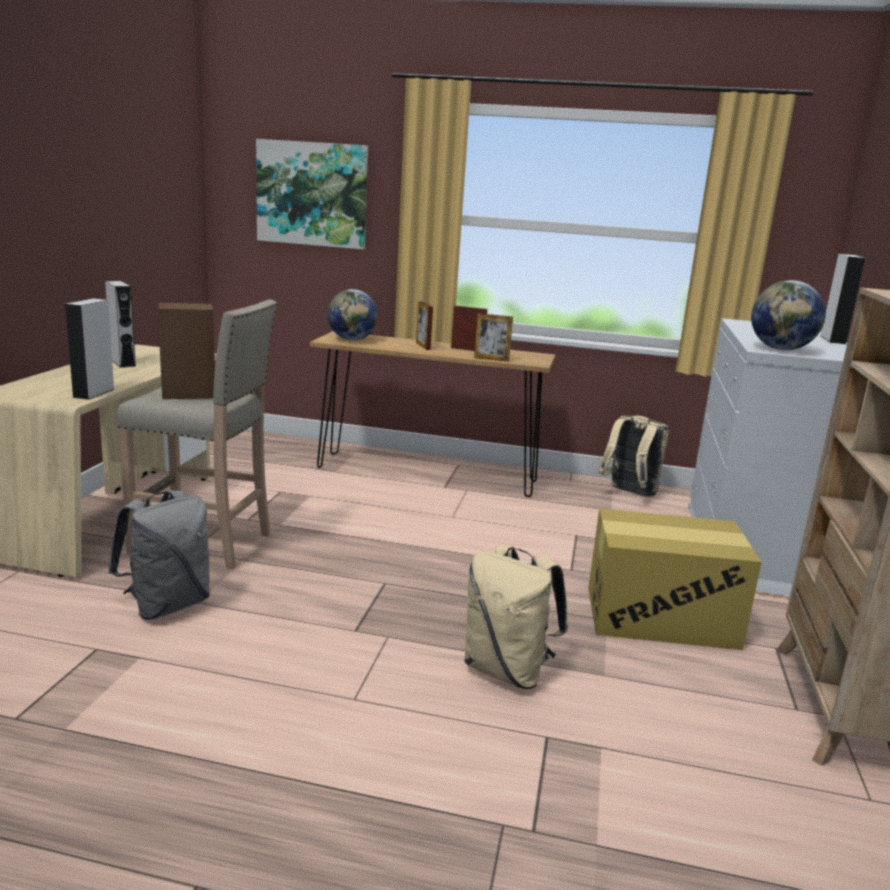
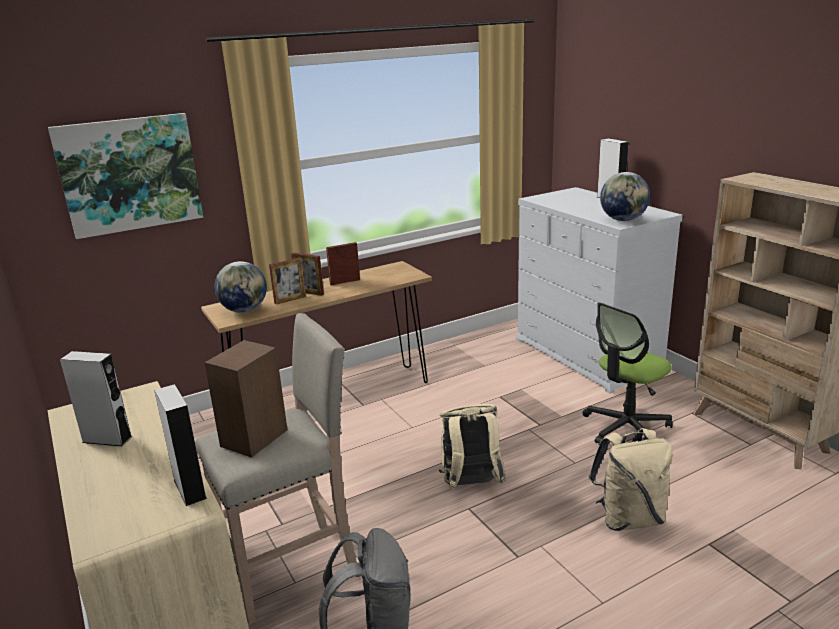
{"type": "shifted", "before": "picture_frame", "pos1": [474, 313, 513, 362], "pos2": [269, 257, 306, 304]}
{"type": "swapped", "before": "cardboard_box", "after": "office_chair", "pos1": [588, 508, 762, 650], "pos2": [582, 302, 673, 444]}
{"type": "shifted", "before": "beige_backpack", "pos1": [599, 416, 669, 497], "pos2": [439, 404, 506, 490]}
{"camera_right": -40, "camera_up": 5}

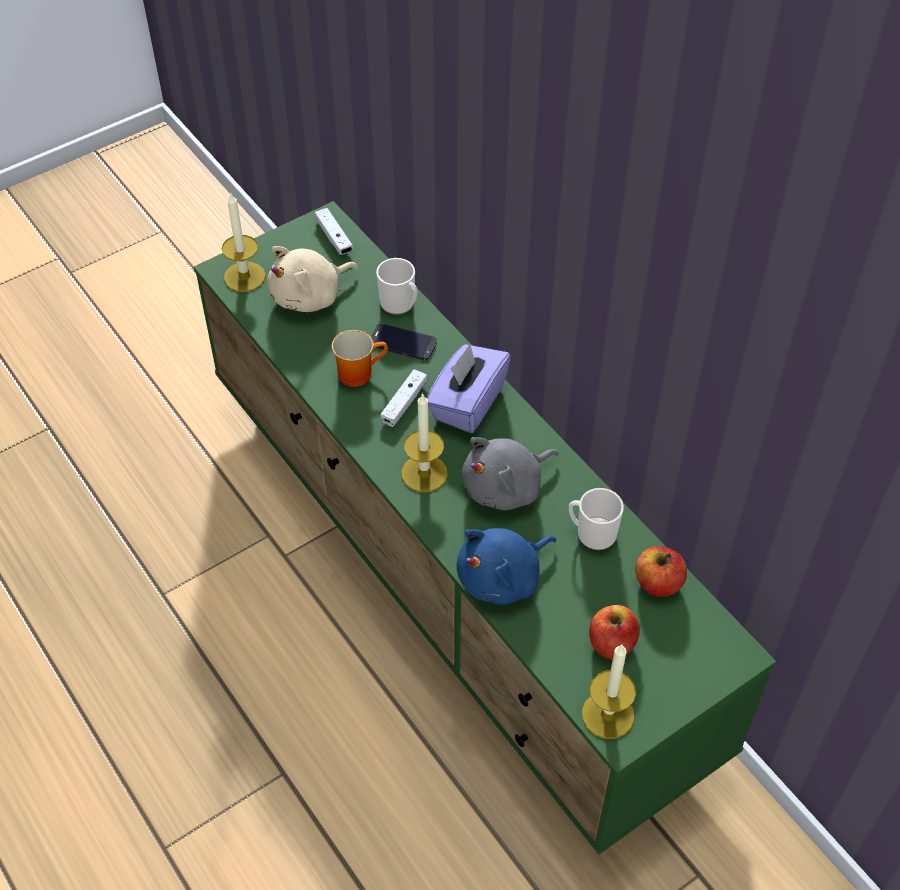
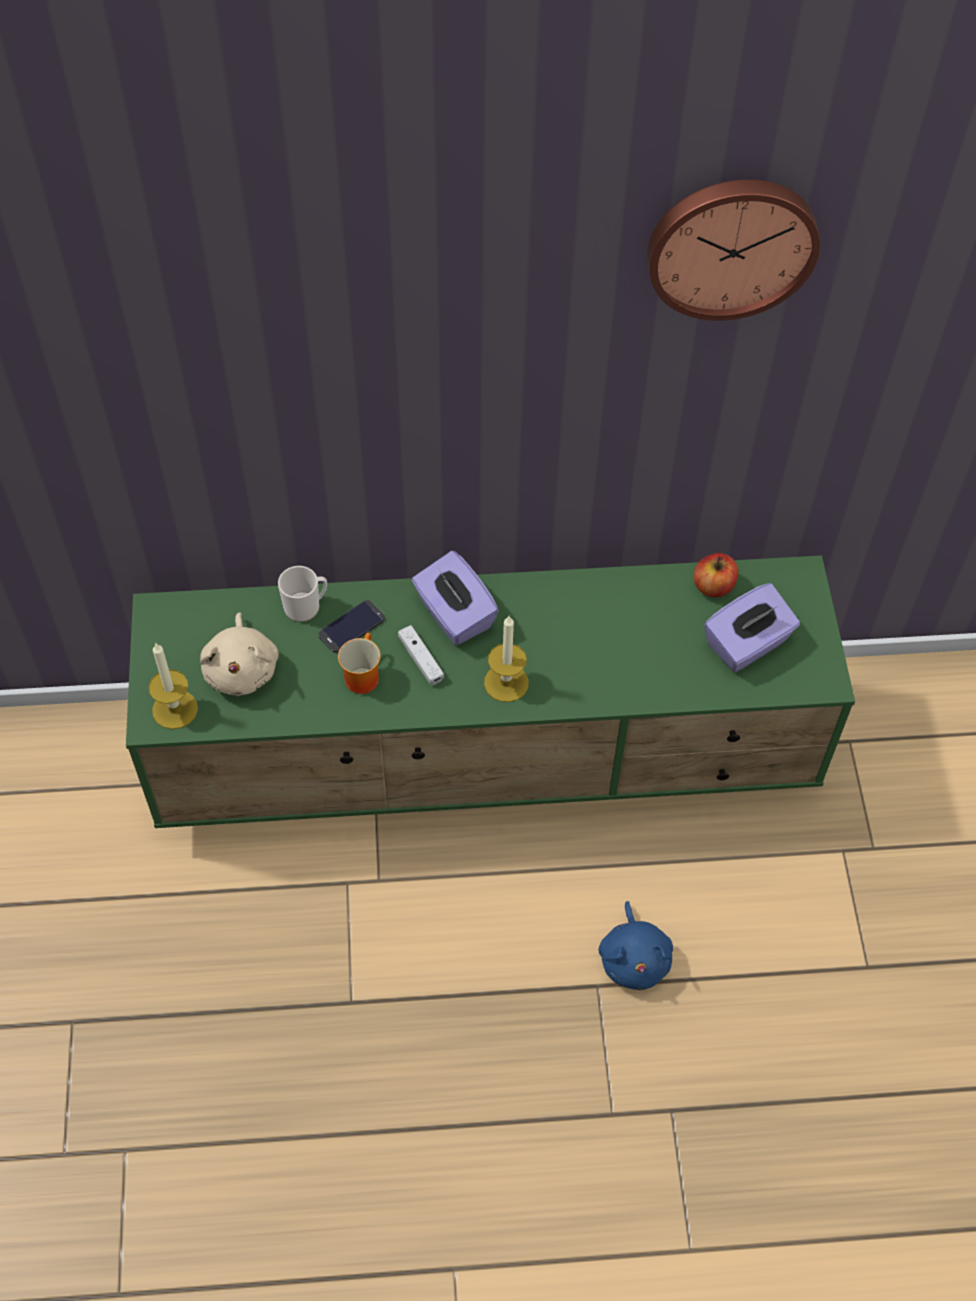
{"type": "gone", "before": "white_game_controller", "pos1": [315, 208, 353, 255]}
{"type": "shifted", "before": "blue_plush_toy", "pos1": [457, 528, 557, 605], "pos2": [598, 901, 673, 990]}
{"type": "gone", "before": "grey_plush_toy", "pos1": [462, 437, 559, 510]}
{"type": "gone", "before": "mug", "pos1": [569, 488, 624, 550]}
{"type": "gone", "before": "candle", "pos1": [582, 645, 636, 739]}
{"type": "swapped", "before": "apple", "after": "purple_tissue_box", "pos1": [589, 605, 640, 659], "pos2": [704, 583, 800, 672]}
{"type": "new", "after": "wall_clock", "pos2": [647, 179, 820, 321]}
{"camera_right": -60, "camera_up": 5}

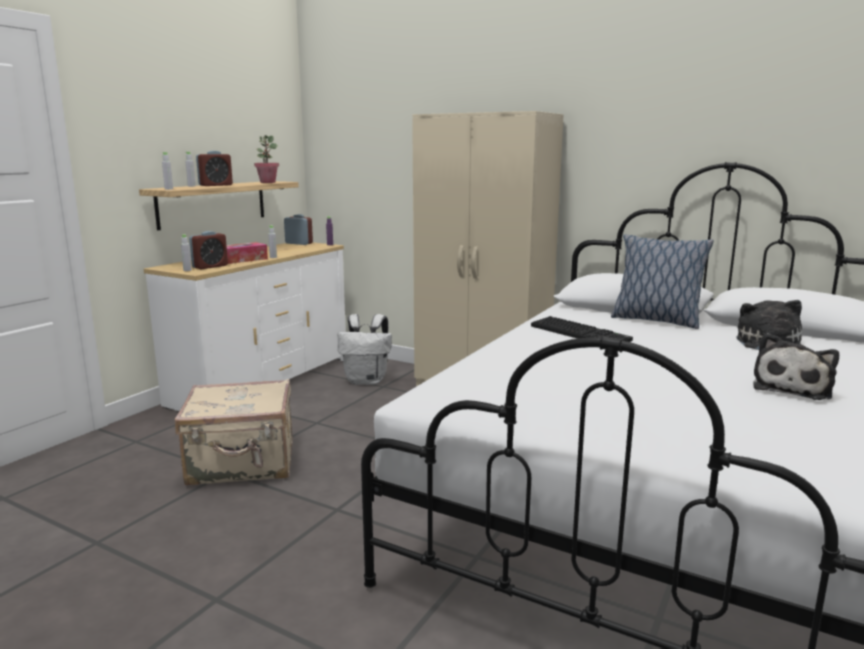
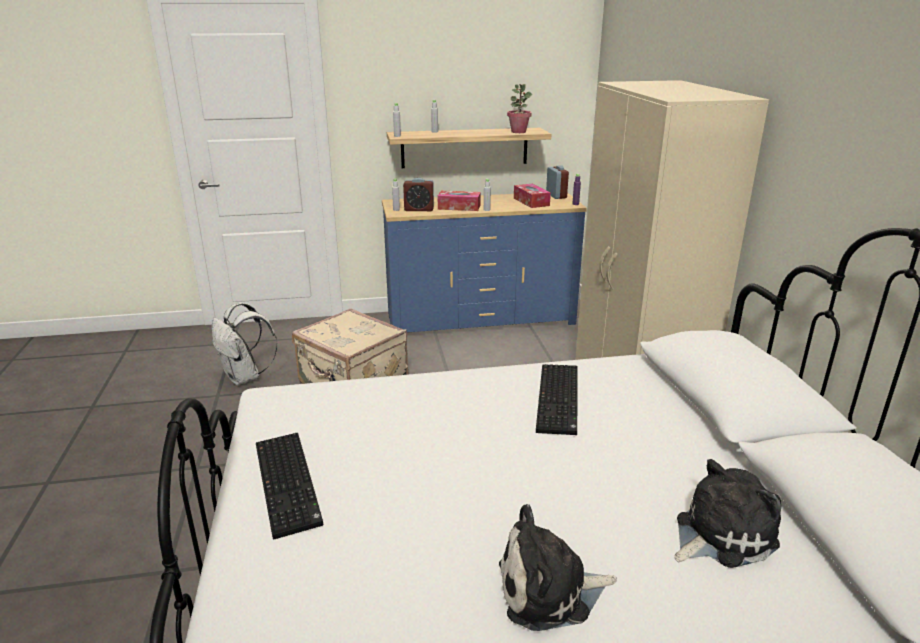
{"type": "repainted", "before": "white_dresser", "after": "blue_dresser", "pos1": [144, 243, 346, 411], "pos2": [382, 192, 587, 332]}
{"type": "gone", "before": "alarm_clock", "pos1": [196, 151, 233, 186]}
{"type": "shifted", "before": "white_backpack", "pos1": [338, 314, 392, 385], "pos2": [212, 303, 278, 385]}
{"type": "gone", "before": "pillow", "pos1": [611, 234, 713, 329]}
{"type": "new", "after": "keyboard", "pos2": [256, 433, 324, 539]}
{"type": "new", "after": "tissue_box", "pos2": [514, 184, 551, 208]}
{"camera_right": 50, "camera_up": 10}

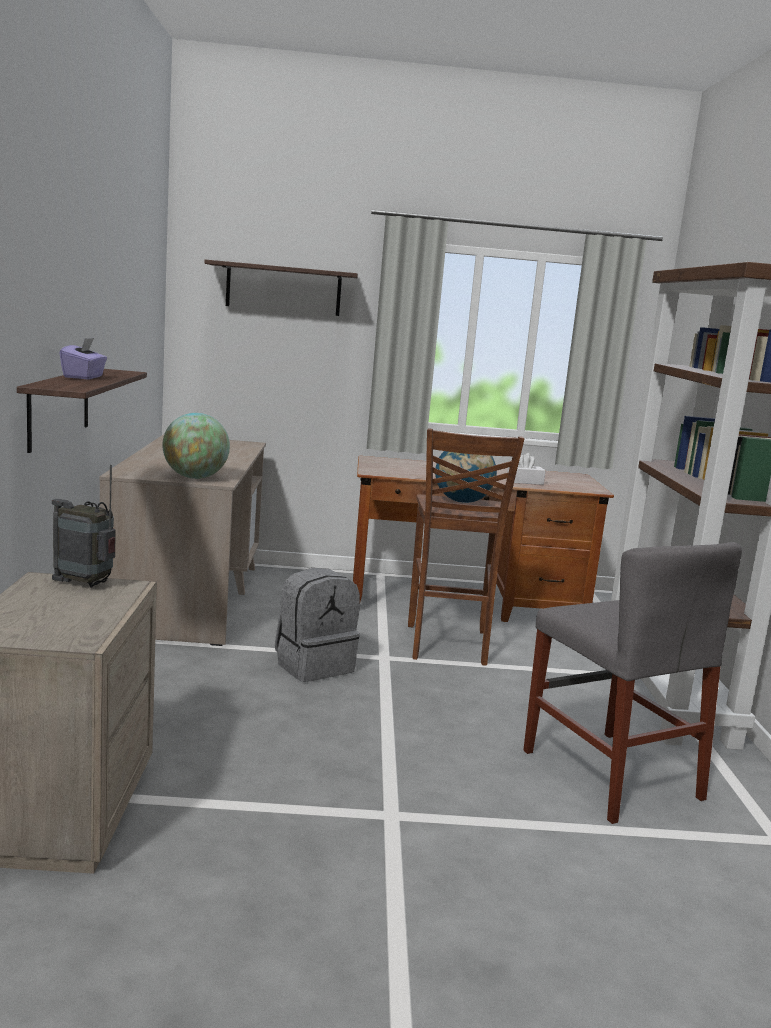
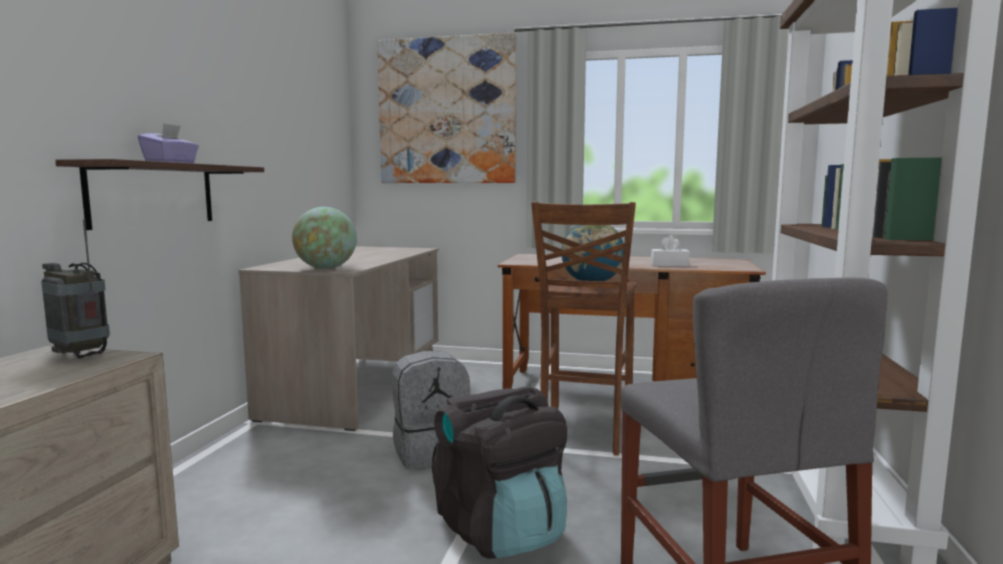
{"type": "swapped", "before": "shelf", "after": "picture", "pos1": [204, 260, 358, 316], "pos2": [377, 33, 516, 183]}
{"type": "new", "after": "black_backpack", "pos2": [432, 387, 567, 558]}
{"camera_right": 15, "camera_up": -5}

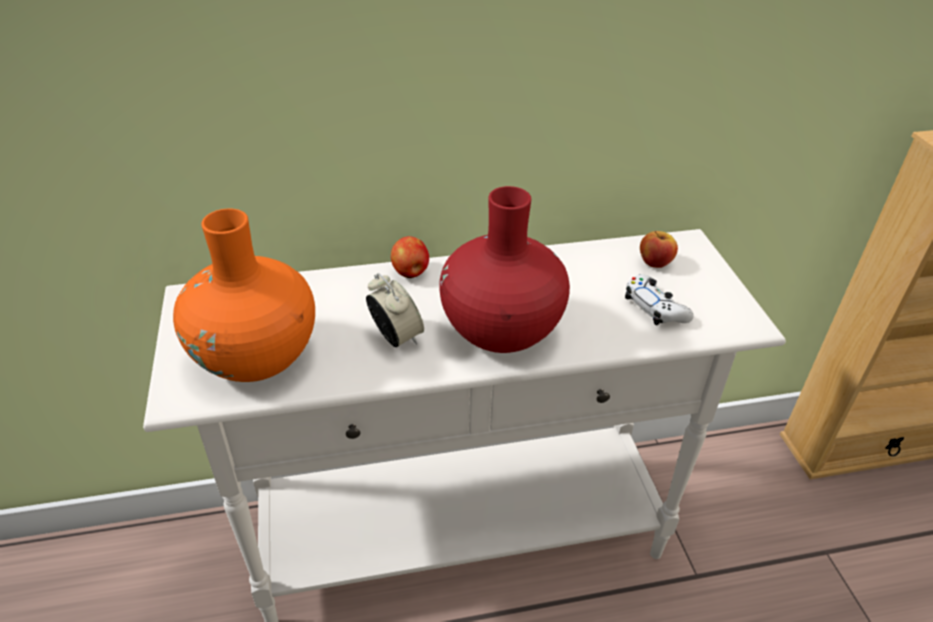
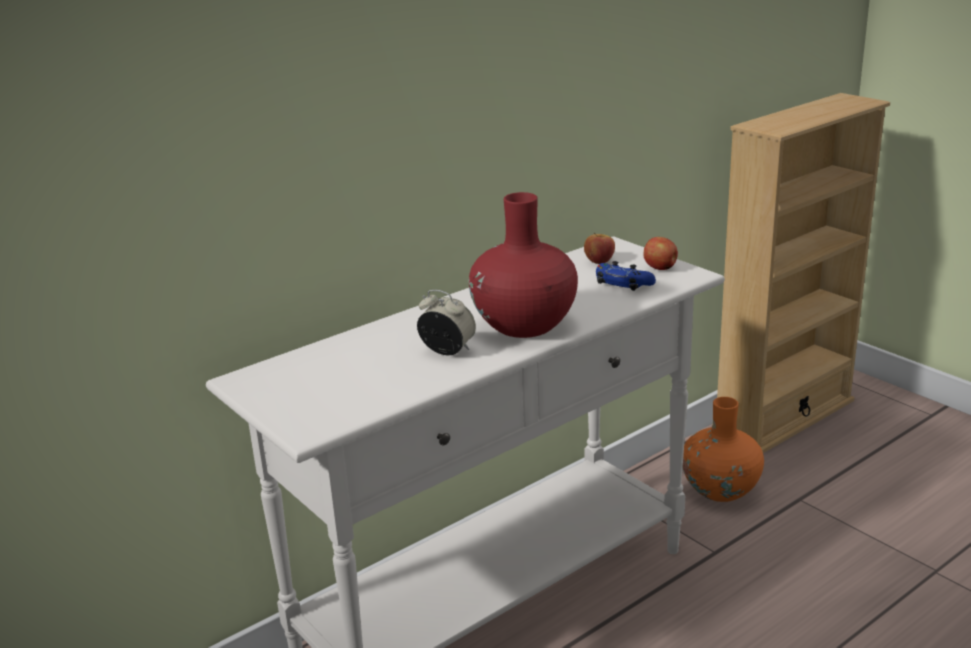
{"type": "shifted", "before": "orange_vase", "pos1": [173, 209, 315, 382], "pos2": [682, 397, 764, 502]}
{"type": "shifted", "before": "apple", "pos1": [391, 236, 429, 278], "pos2": [643, 237, 678, 270]}
{"type": "repainted", "before": "white_game_controller", "after": "blue_game_controller", "pos1": [625, 274, 694, 325], "pos2": [596, 261, 656, 291]}
{"camera_right": -25, "camera_up": -15}

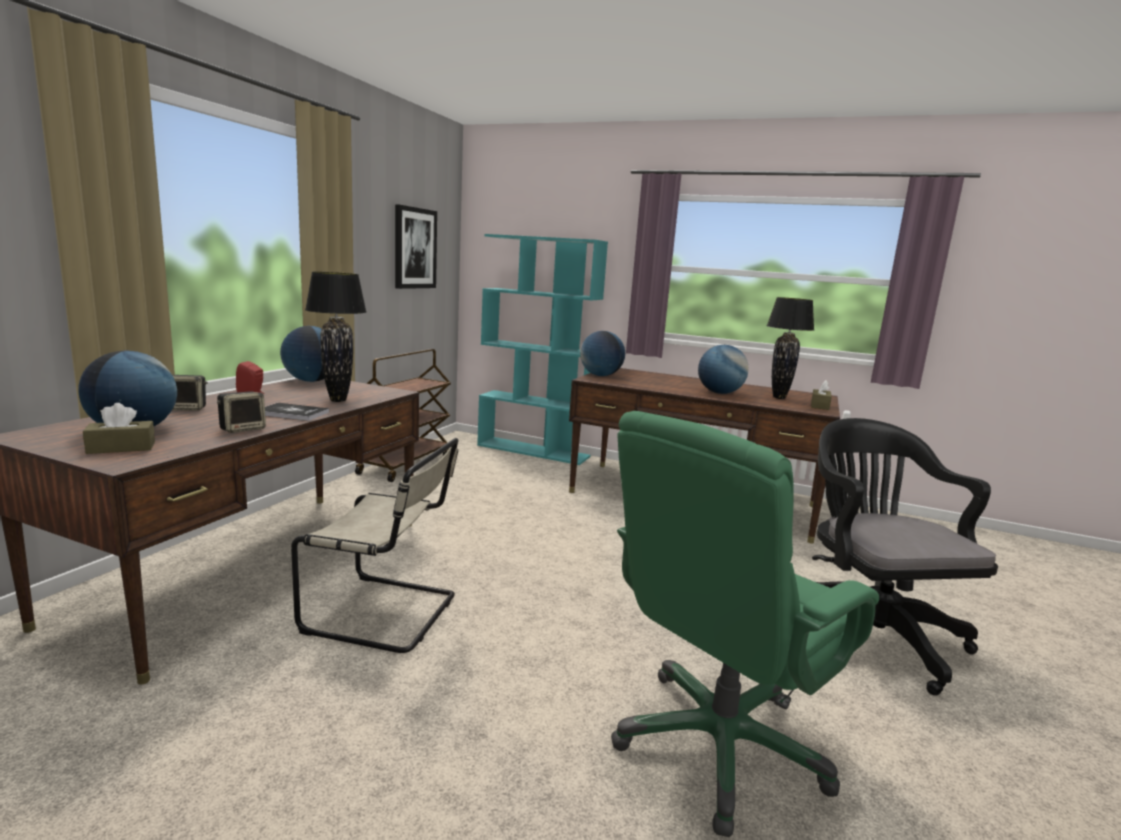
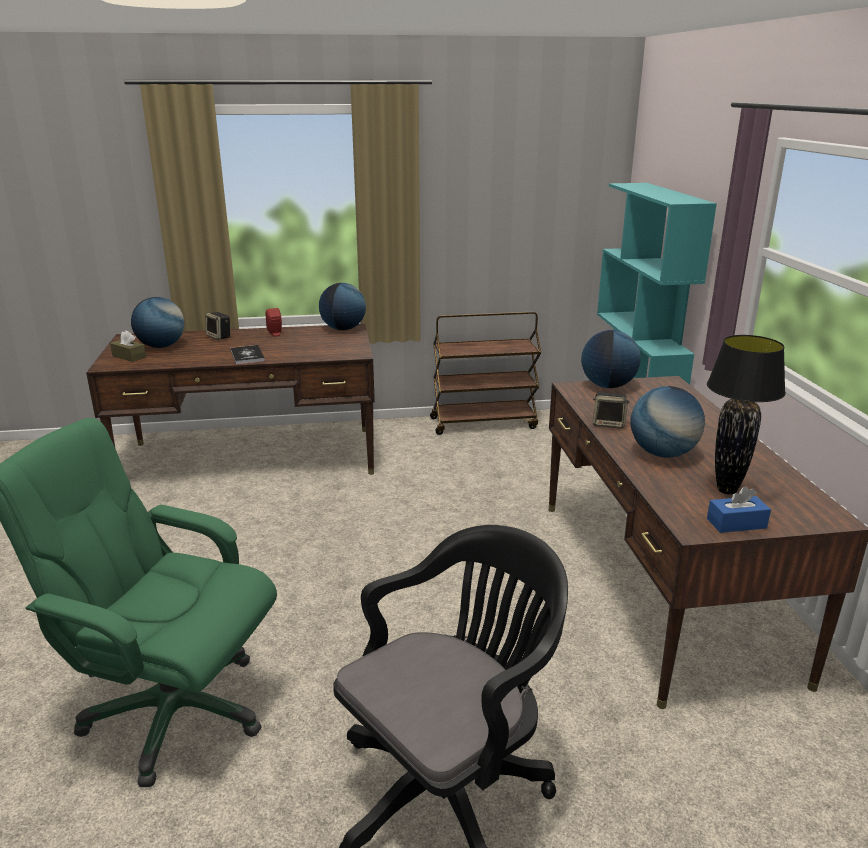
{"type": "shifted", "before": "speaker", "pos1": [217, 391, 266, 433], "pos2": [593, 392, 630, 429]}
{"type": "gone", "before": "beige_chair", "pos1": [291, 438, 459, 653]}
{"type": "gone", "before": "black_table_lamp", "pos1": [305, 272, 367, 402]}
{"type": "gone", "before": "picture", "pos1": [395, 204, 437, 289]}
{"type": "repainted", "before": "brown_tissue_box", "after": "blue_tissue_box", "pos1": [811, 380, 832, 410], "pos2": [707, 486, 771, 533]}
{"camera_right": 60, "camera_up": 10}

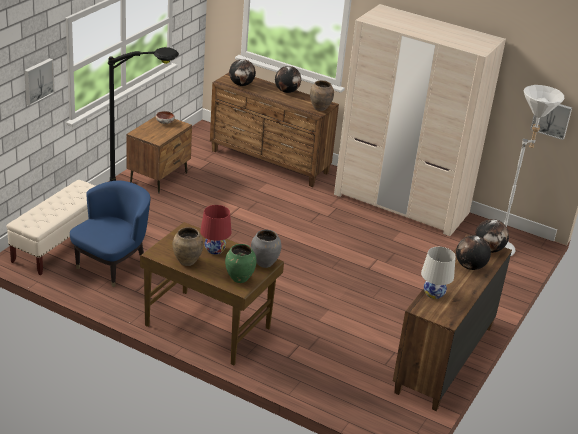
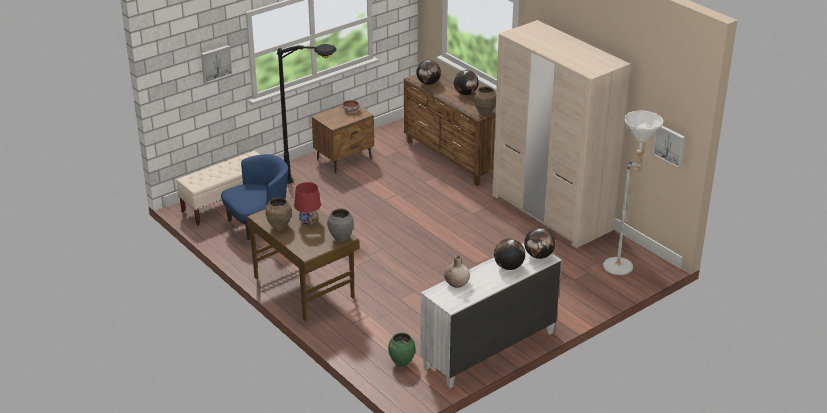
{"type": "shifted", "before": "green_vase", "pos1": [225, 244, 257, 283], "pos2": [388, 333, 415, 367]}
{"type": "repainted", "before": "brown_dresser", "after": "white_dresser", "pos1": [393, 234, 512, 411], "pos2": [420, 243, 561, 388]}
{"type": "swapped", "before": "white_table_lamp", "after": "beige_vase", "pos1": [421, 247, 456, 299], "pos2": [444, 256, 470, 288]}
{"camera_right": 25, "camera_up": 0}

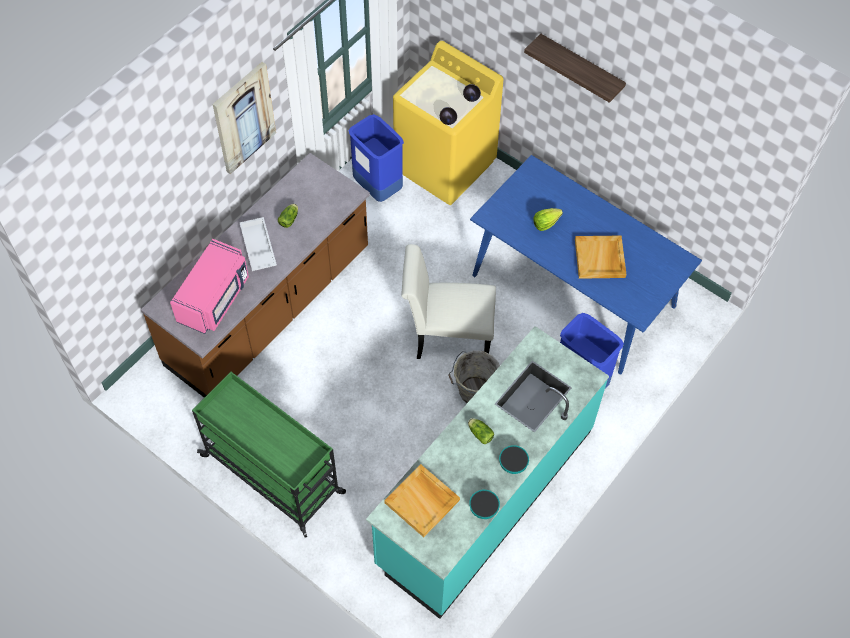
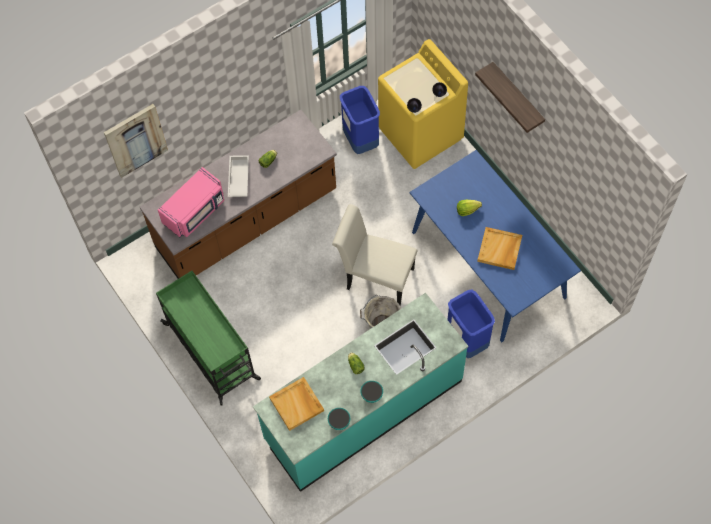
{"type": "shifted", "before": "picture", "pos1": [213, 62, 276, 174], "pos2": [104, 104, 168, 178]}
{"camera_right": 20, "camera_up": 5}

